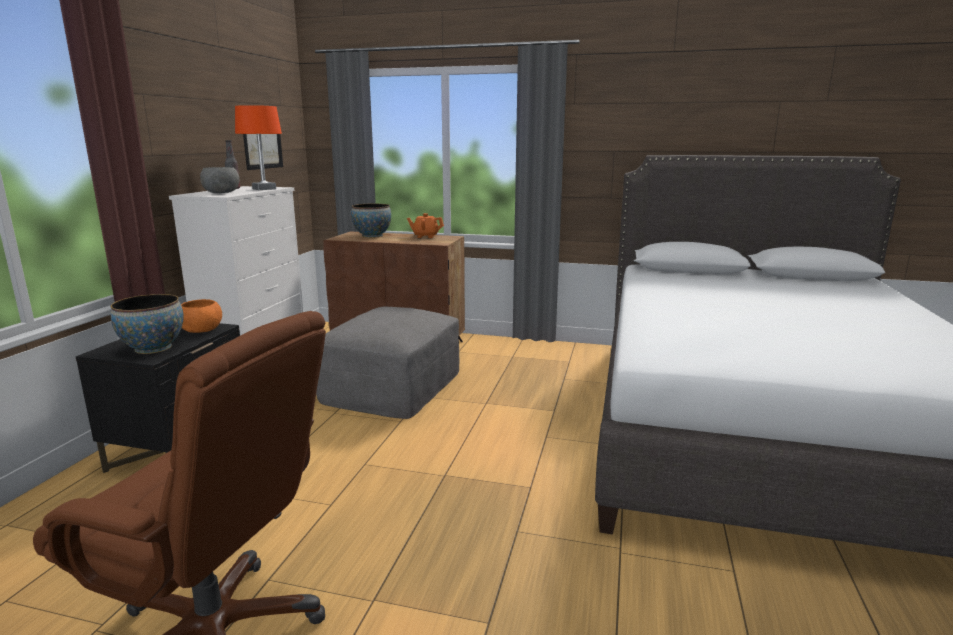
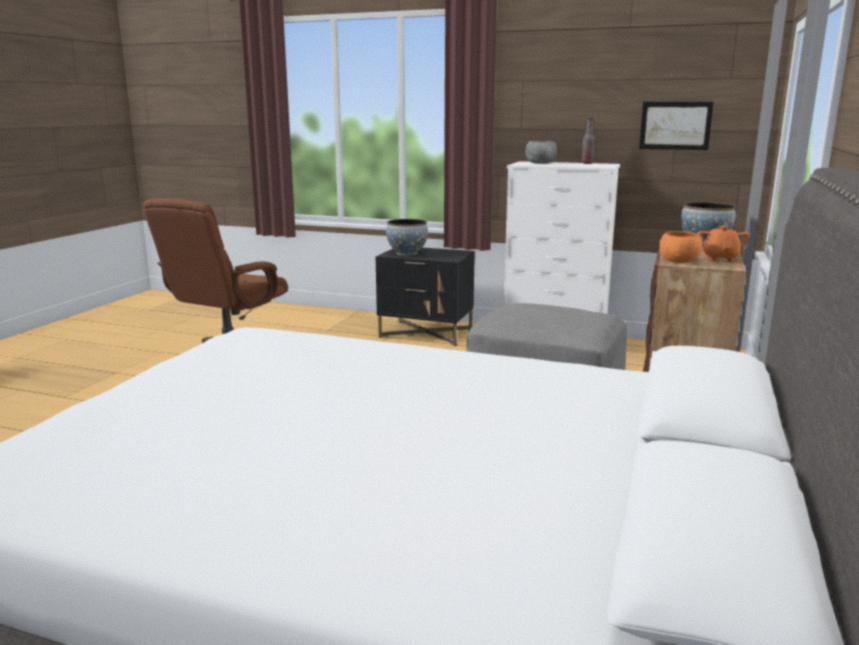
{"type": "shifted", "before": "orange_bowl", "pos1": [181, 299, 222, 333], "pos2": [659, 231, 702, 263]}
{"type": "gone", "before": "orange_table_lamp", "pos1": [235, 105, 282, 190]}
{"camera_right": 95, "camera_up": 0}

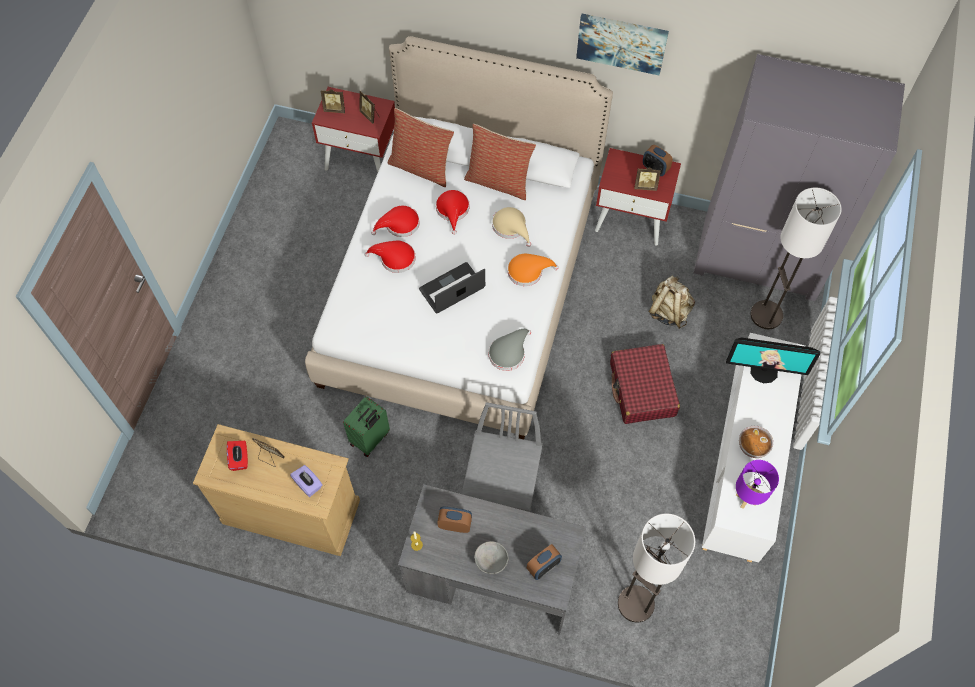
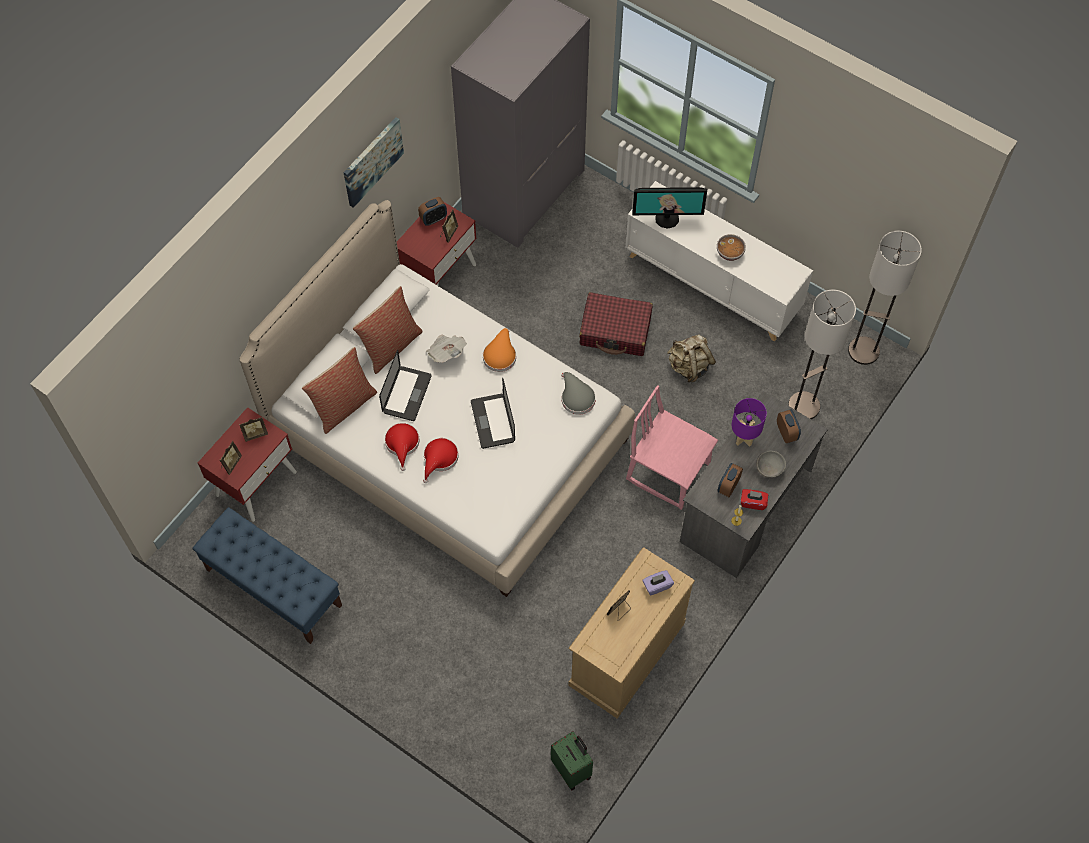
{"type": "shifted", "before": "red_tissue_box", "pos1": [227, 441, 248, 471], "pos2": [741, 489, 768, 510]}
{"type": "shifted", "before": "green_suitcase", "pos1": [343, 396, 390, 457], "pos2": [551, 731, 593, 790]}
{"type": "swapped", "before": "red_hat", "after": "laptop", "pos1": [436, 190, 469, 235], "pos2": [379, 350, 432, 421]}
{"type": "repainted", "before": "grey_chair", "after": "pink_chair", "pos1": [462, 402, 543, 512], "pos2": [626, 385, 718, 510]}
{"type": "swapped", "before": "beige_hat", "after": "newspaper", "pos1": [492, 207, 531, 247], "pos2": [426, 335, 467, 363]}
{"type": "shifted", "before": "beige_backpack", "pos1": [648, 276, 695, 329], "pos2": [667, 334, 716, 382]}
{"type": "rotated", "before": "monitor", "pos1": [726, 337, 820, 383], "pos2": [632, 187, 707, 229], "turn": 60}
{"type": "shifted", "before": "purple_table_lamp", "pos1": [736, 460, 779, 509], "pos2": [732, 398, 767, 447]}
{"type": "shifted", "before": "floor_lamp", "pos1": [750, 187, 842, 329], "pos2": [848, 231, 922, 365]}
{"type": "new", "after": "blue_bench", "pos2": [192, 507, 342, 644]}
{"camera_right": -70, "camera_up": 0}

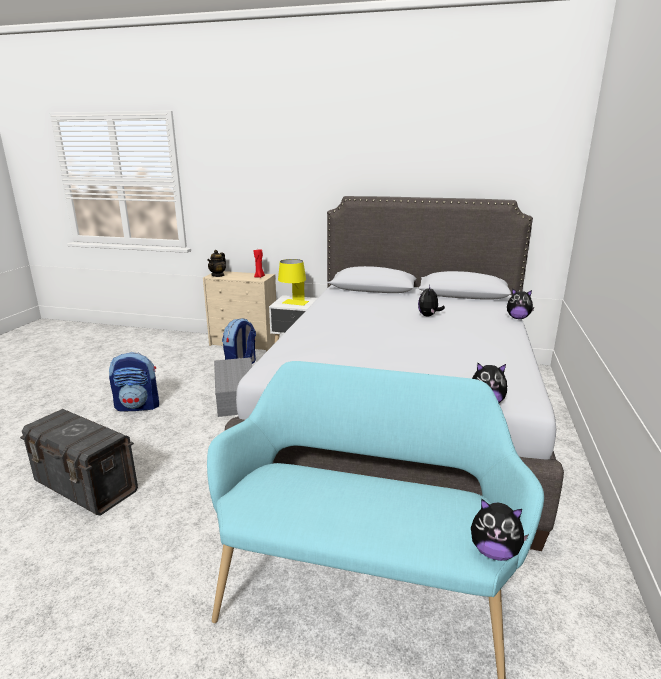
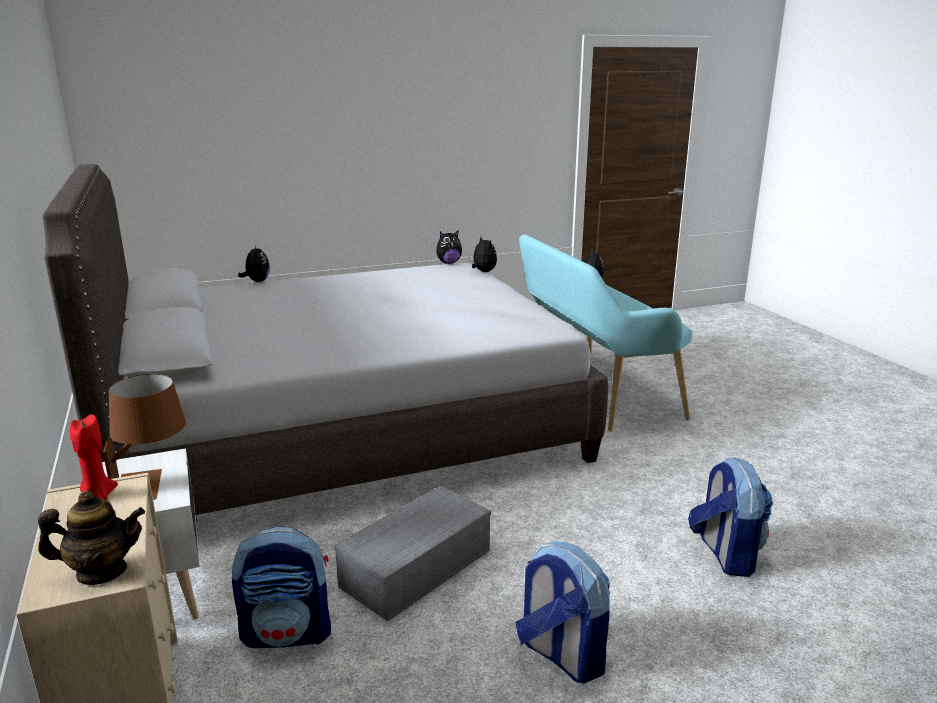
{"type": "swapped", "before": "grey_storage_box", "after": "backpack", "pos1": [20, 409, 138, 516], "pos2": [688, 457, 773, 577]}
{"type": "repainted", "before": "yellow_table_lamp", "after": "brown_table_lamp", "pos1": [278, 259, 309, 306], "pos2": [103, 374, 186, 500]}
{"type": "shifted", "before": "plush_toy", "pos1": [418, 285, 445, 316], "pos2": [436, 230, 462, 264]}
{"camera_right": -125, "camera_up": 0}

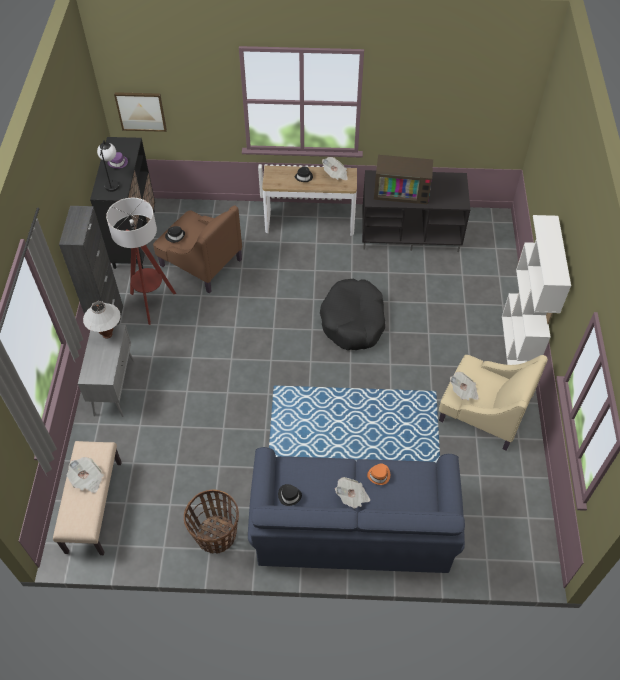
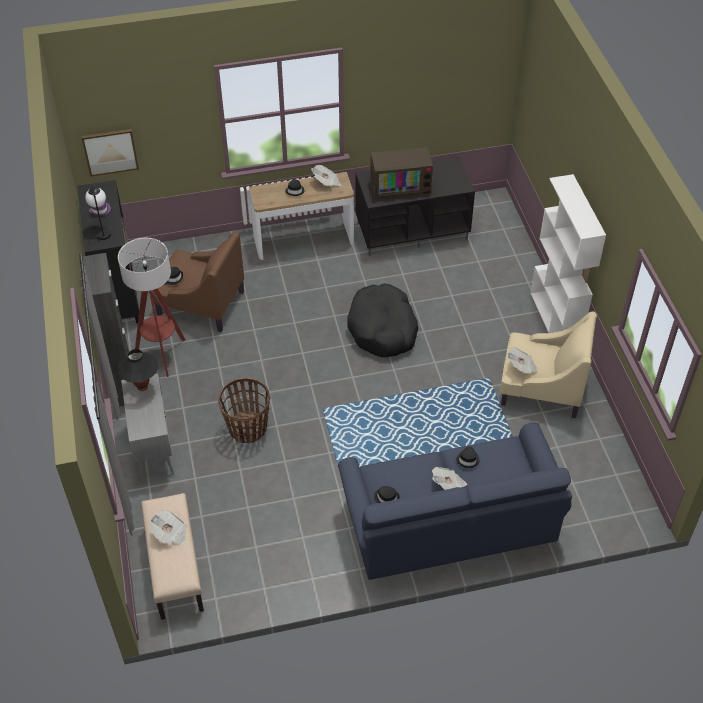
{"type": "repainted", "before": "white_table_lamp", "after": "black_table_lamp", "pos1": [83, 301, 121, 339], "pos2": [118, 349, 158, 391]}
{"type": "shifted", "before": "basket", "pos1": [184, 489, 239, 554], "pos2": [218, 378, 271, 443]}
{"type": "repainted", "before": "orange_hat", "after": "black_hat", "pos1": [367, 464, 390, 485], "pos2": [456, 447, 479, 468]}
{"camera_right": -15, "camera_up": -5}

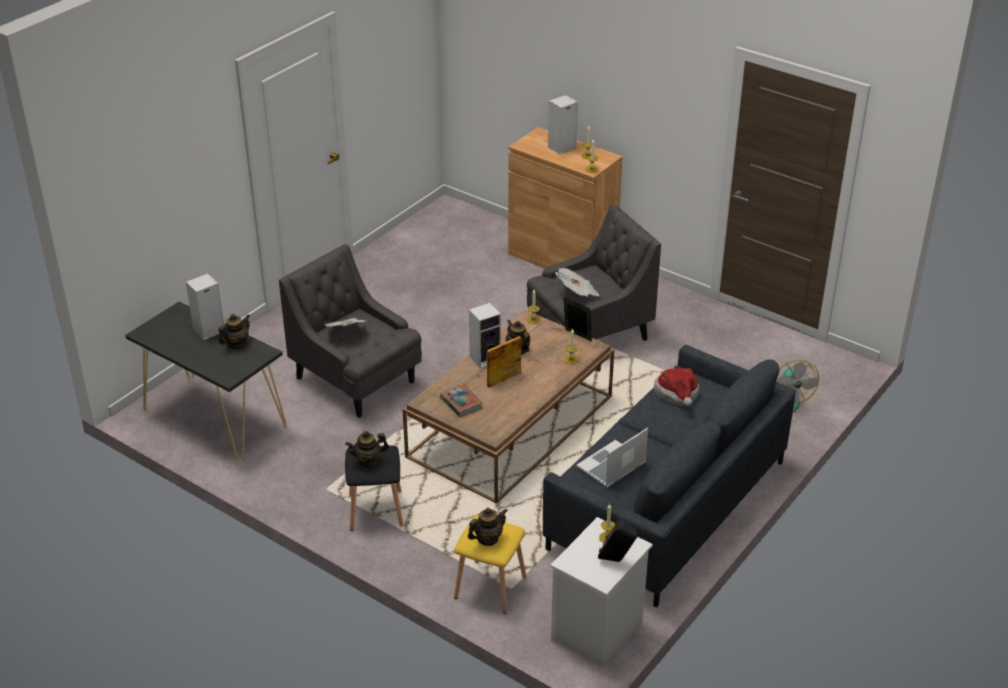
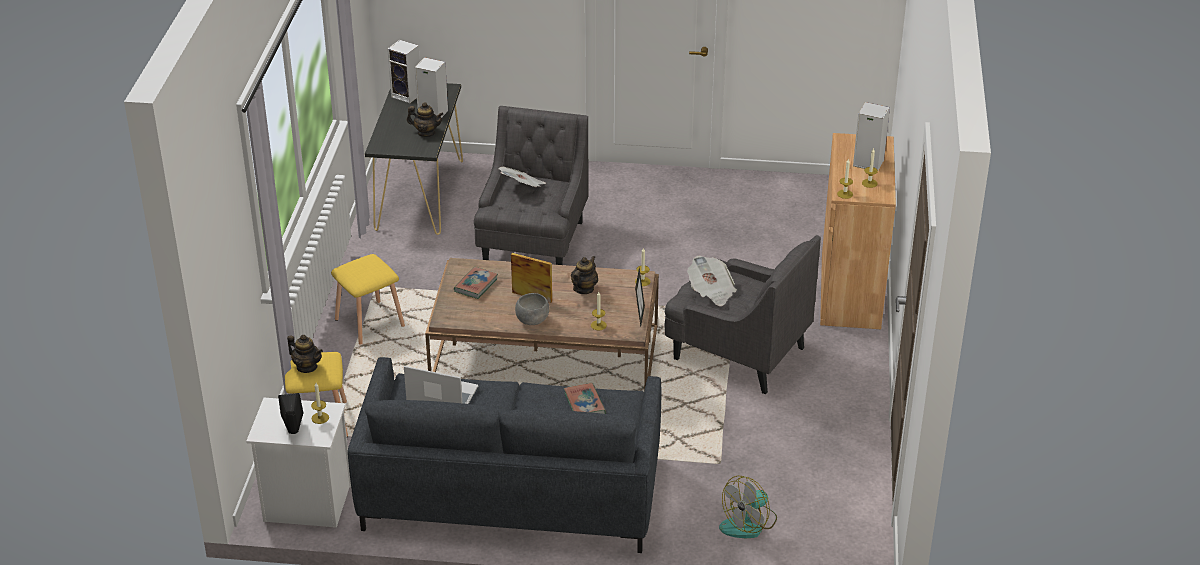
{"type": "gone", "before": "teapot", "pos1": [345, 431, 389, 468]}
{"type": "repainted", "before": "black_stool", "after": "yellow_stool", "pos1": [345, 446, 404, 531], "pos2": [331, 254, 405, 345]}
{"type": "shifted", "before": "speaker", "pos1": [469, 303, 501, 368], "pos2": [387, 40, 420, 103]}
{"type": "swapped", "before": "hat", "after": "book", "pos1": [654, 368, 699, 406], "pos2": [564, 383, 606, 414]}
{"type": "new", "after": "grey_bowl", "pos2": [515, 293, 549, 325]}
{"camera_right": 60, "camera_up": 0}

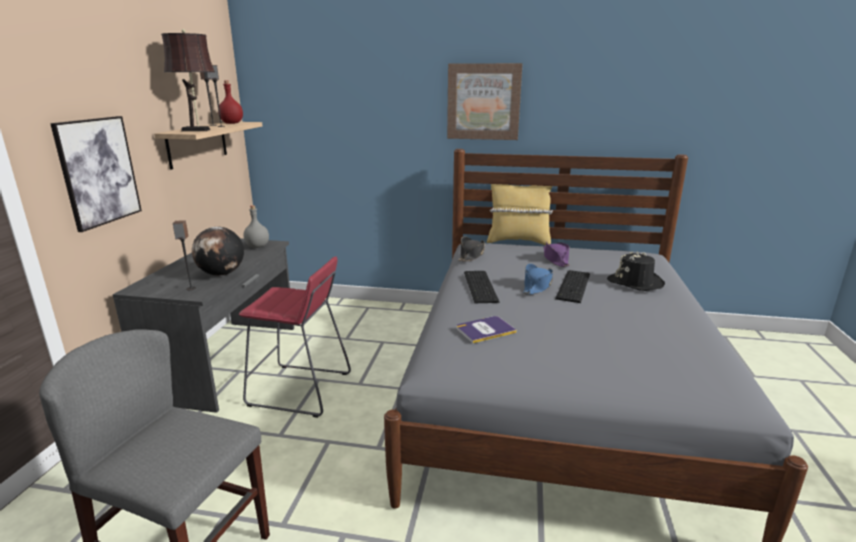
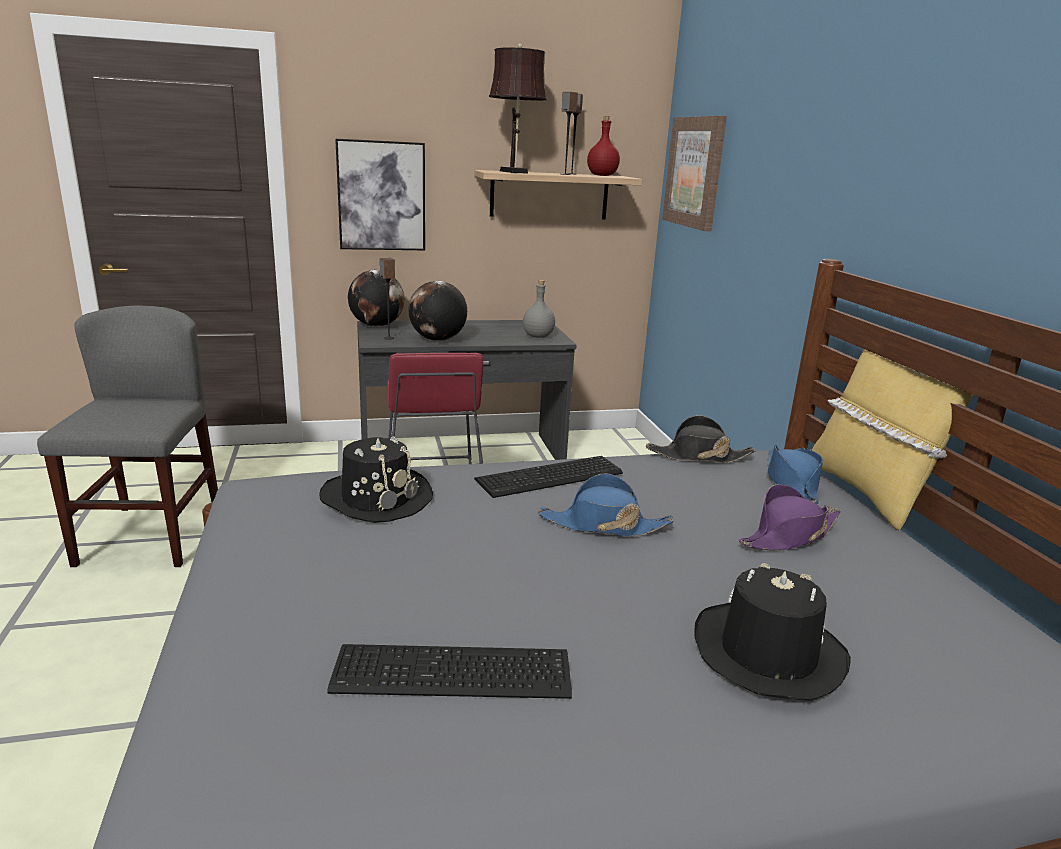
{"type": "shifted", "before": "picture", "pos1": [447, 63, 523, 140], "pos2": [662, 116, 727, 231]}
{"type": "swapped", "before": "book", "after": "black_hat", "pos1": [456, 316, 517, 343], "pos2": [320, 437, 433, 523]}
{"type": "shifted", "before": "keyboard", "pos1": [555, 270, 590, 303], "pos2": [327, 644, 572, 699]}
{"type": "new", "after": "globe", "pos2": [348, 270, 404, 327]}
{"type": "new", "after": "blue_hat", "pos2": [768, 445, 823, 504]}
{"camera_right": 65, "camera_up": 0}

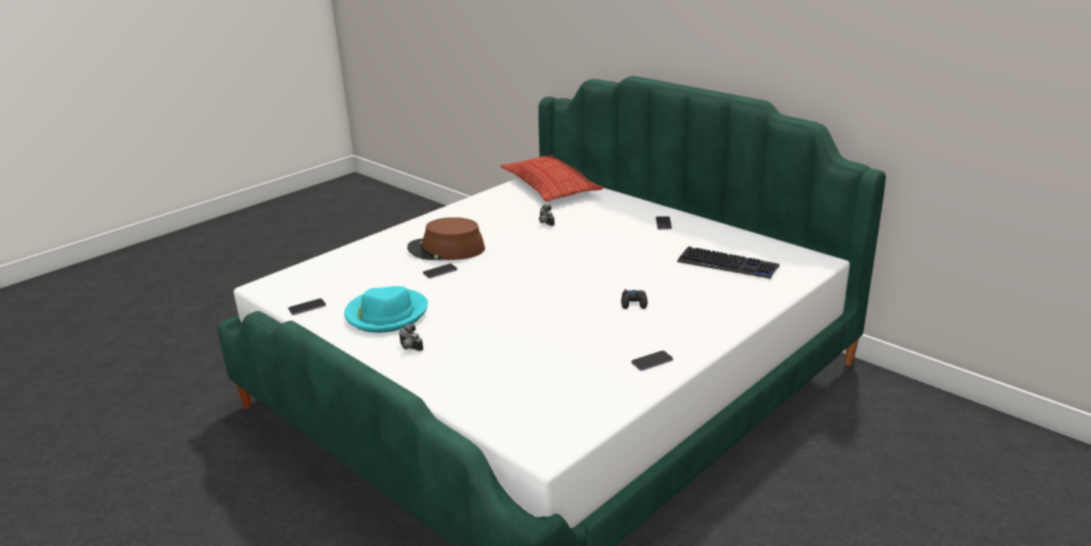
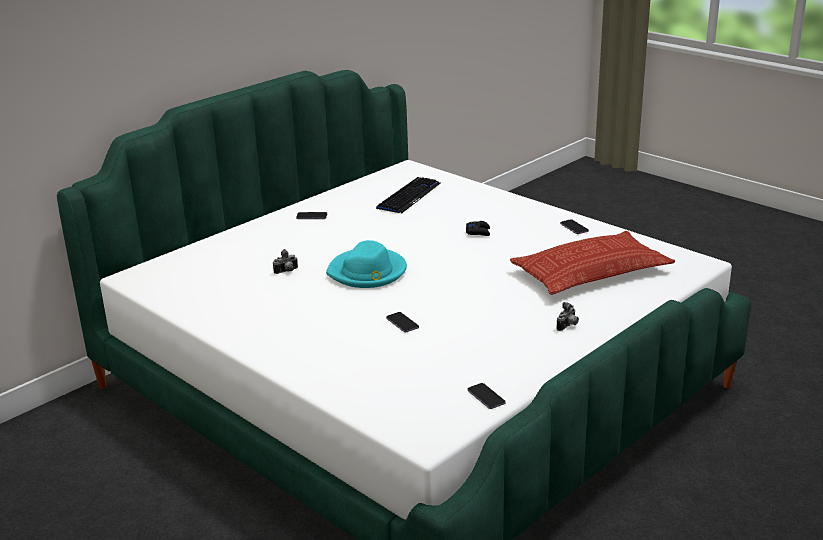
{"type": "shifted", "before": "turquoise_hat", "pos1": [344, 286, 428, 333], "pos2": [326, 240, 407, 288]}
{"type": "gone", "before": "brown_hat", "pos1": [407, 217, 485, 260]}
{"type": "shifted", "before": "pillow", "pos1": [500, 155, 604, 202], "pos2": [510, 231, 675, 295]}
{"camera_right": -90, "camera_up": 0}

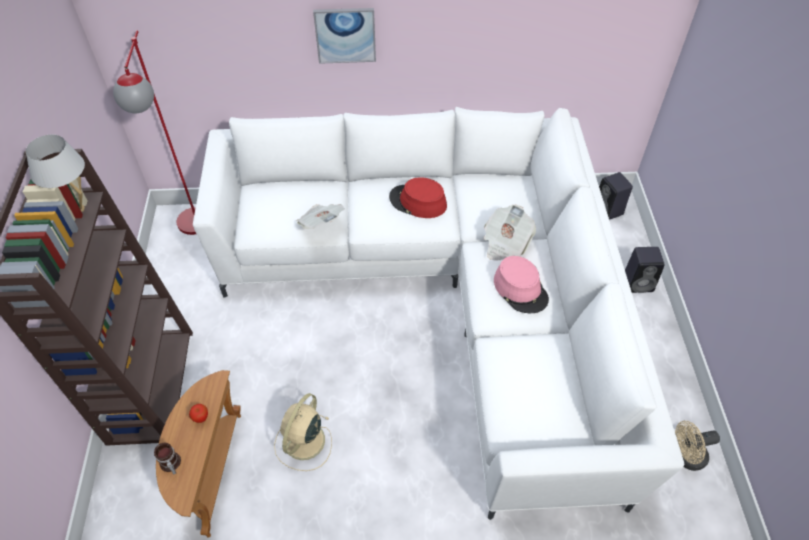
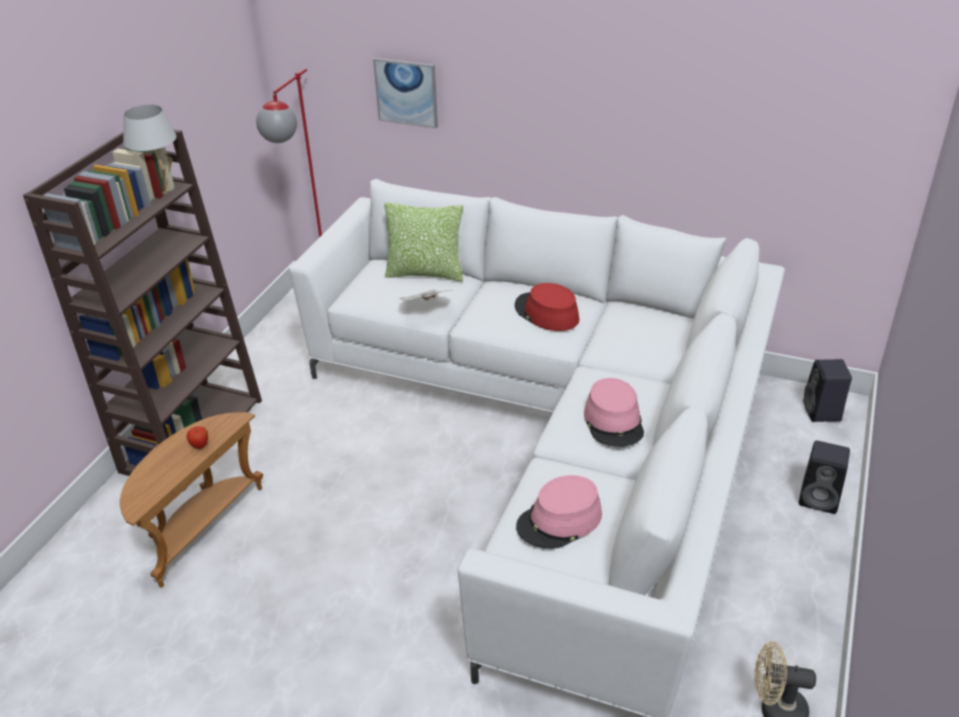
{"type": "gone", "before": "mug", "pos1": [154, 443, 181, 474]}
{"type": "gone", "before": "beige_fan", "pos1": [274, 393, 332, 471]}
{"type": "shifted", "before": "picture", "pos1": [313, 8, 376, 64], "pos2": [373, 58, 438, 128]}
{"type": "gone", "before": "newspaper", "pos1": [484, 205, 536, 260]}
{"type": "new", "after": "pillow", "pos2": [384, 203, 463, 281]}
{"type": "new", "after": "pink_hat", "pos2": [516, 475, 602, 549]}
{"camera_right": 25, "camera_up": -15}

